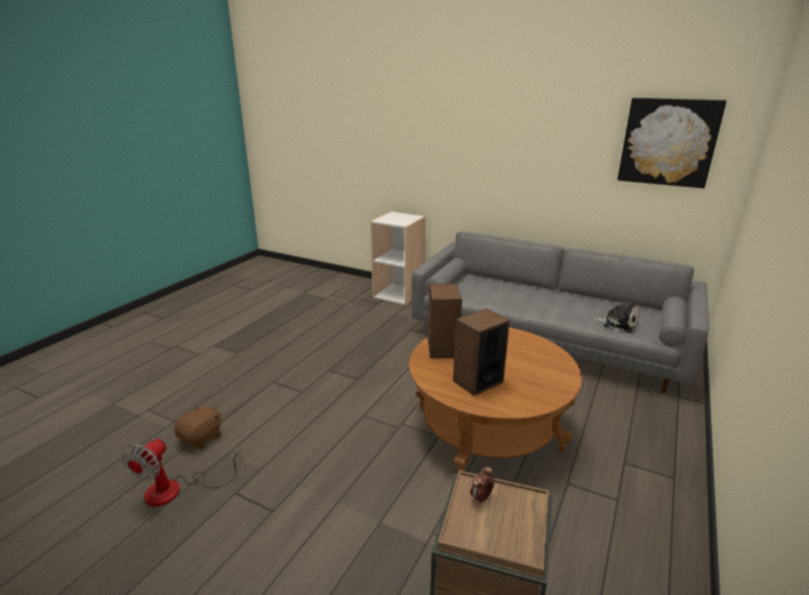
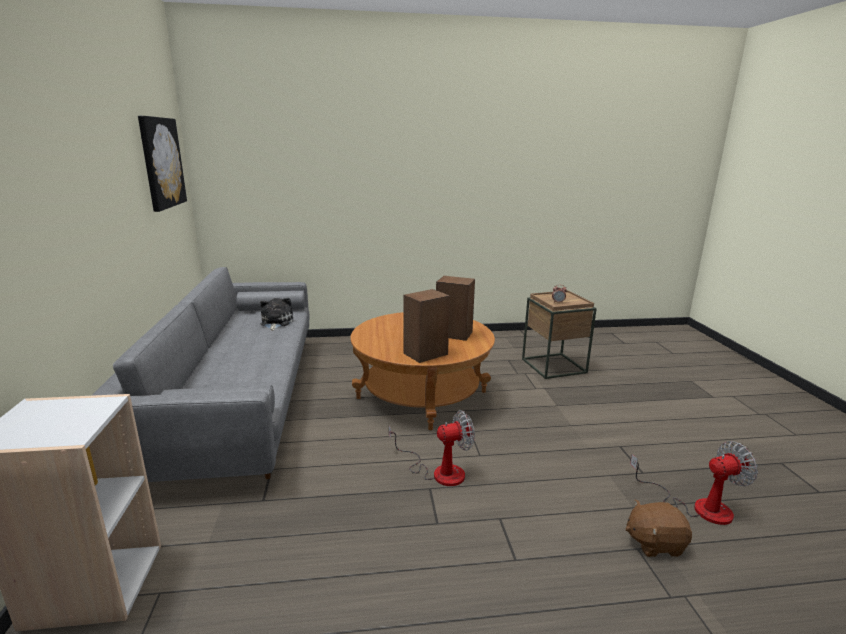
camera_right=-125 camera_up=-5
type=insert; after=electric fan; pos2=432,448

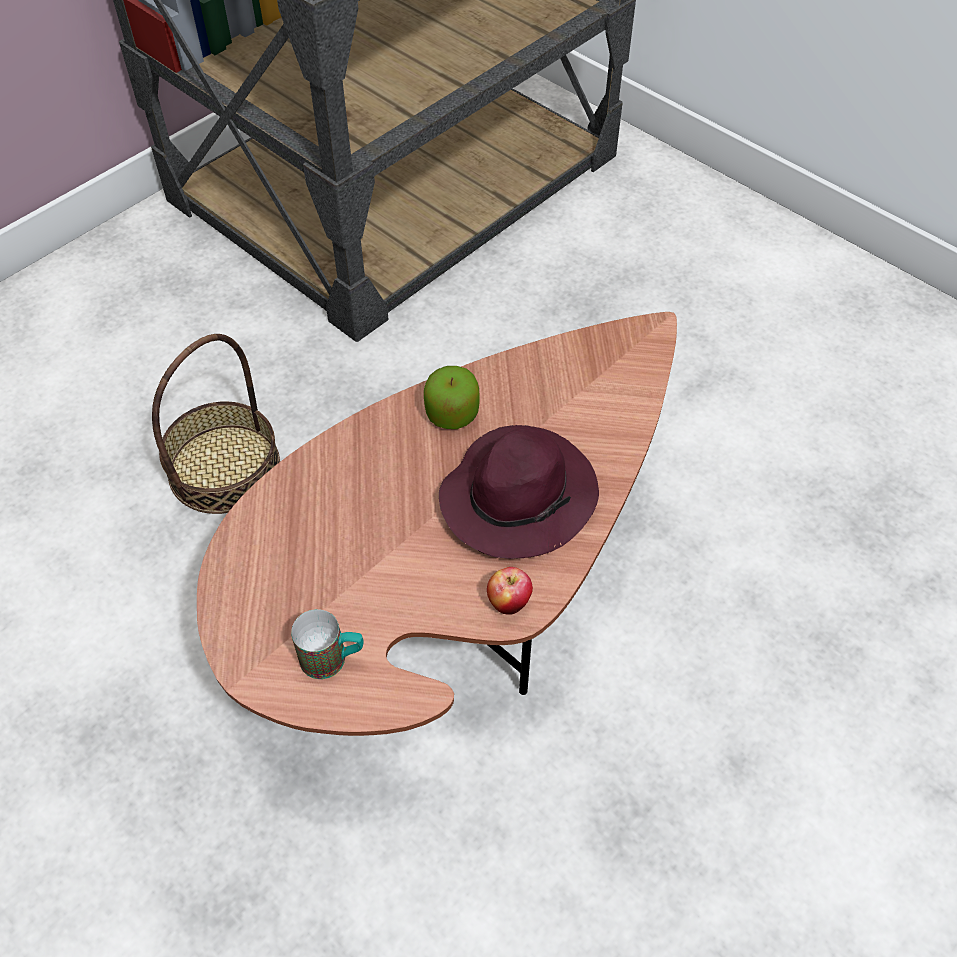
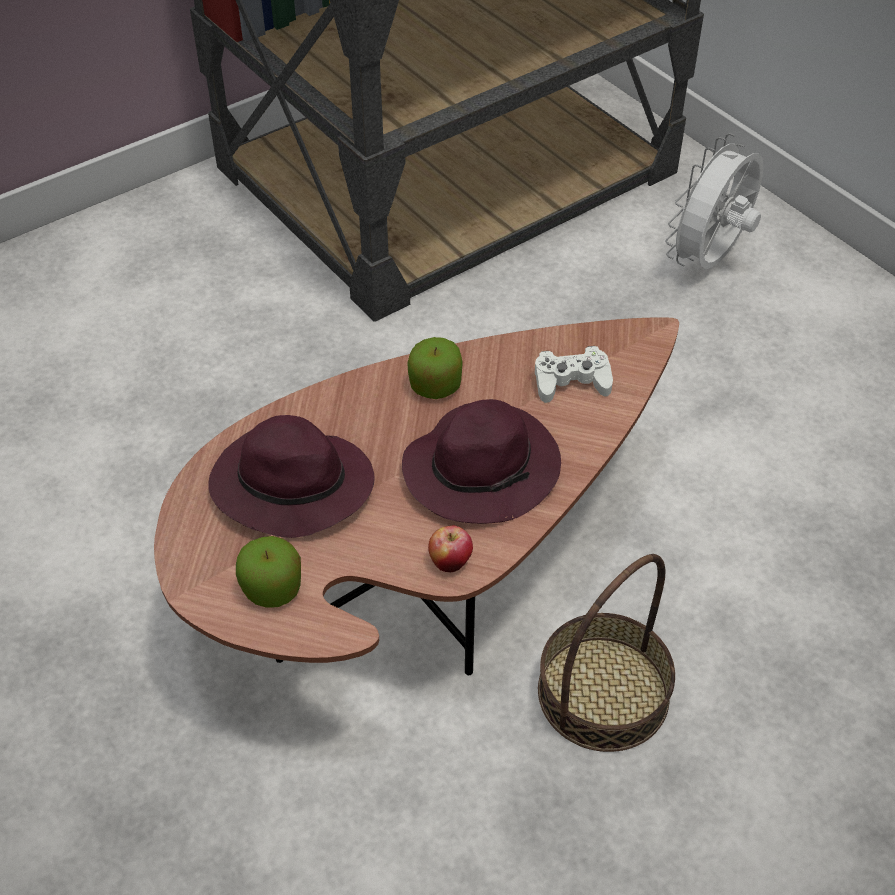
camera_right=10 camera_up=-5
type=insert; after=hat in purple-coloured; pos2=291,476
type=insert; after=joypad in white; pos2=574,374
type=insert; after=electric fan in white; pos2=714,201
type=move; before=household basket; pos1=216,424; pos2=606,653
type=replace; before=tea mug; after=apple; pos1=327,644; pos2=268,572

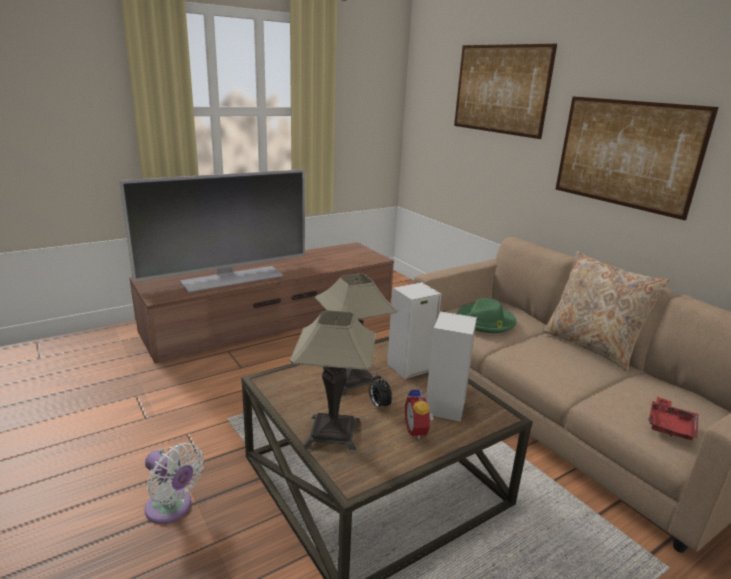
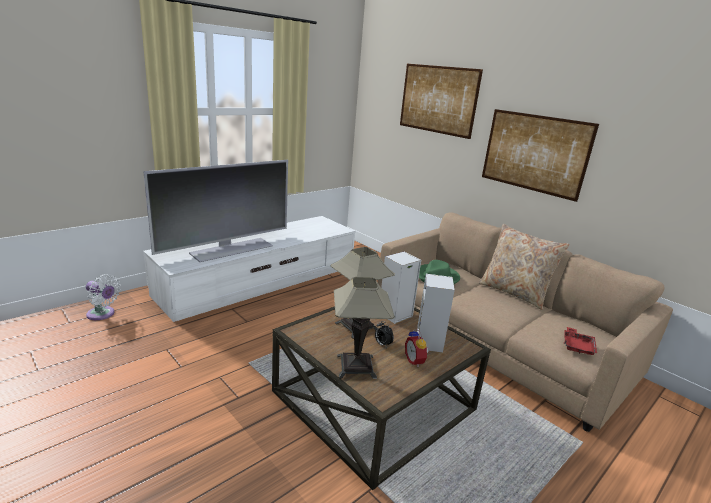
camera_right=-10 camera_up=0
type=move; before=electric fan in white; pos1=174,483; pos2=103,297
type=recolor; before=media console in brownish; after=media console in white; pos1=261,302; pos2=249,269

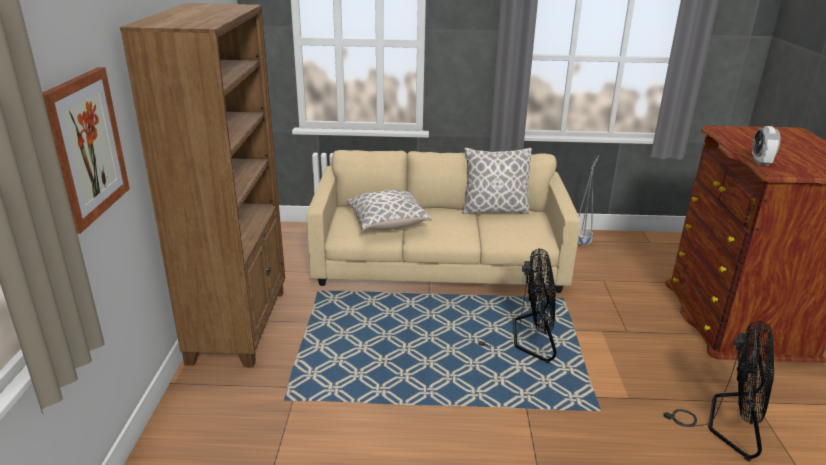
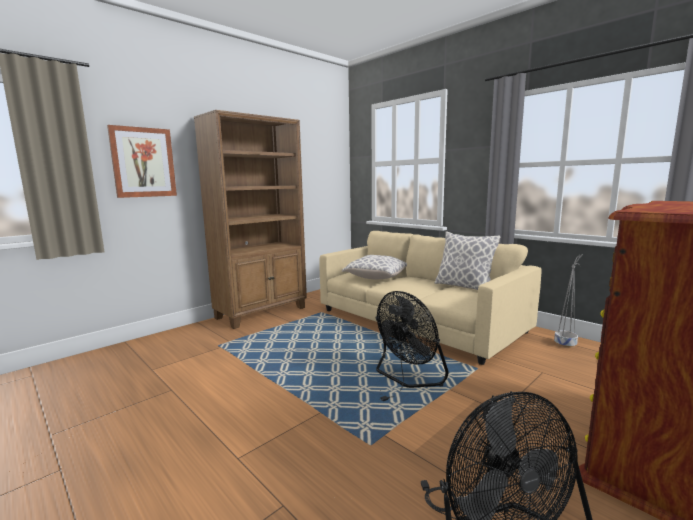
camera_right=45 camera_up=-15
type=delete; before=table clock; pos1=766,146
type=rotate; before=electric fan in black; pos1=516,306; pos2=411,346; turn=-90

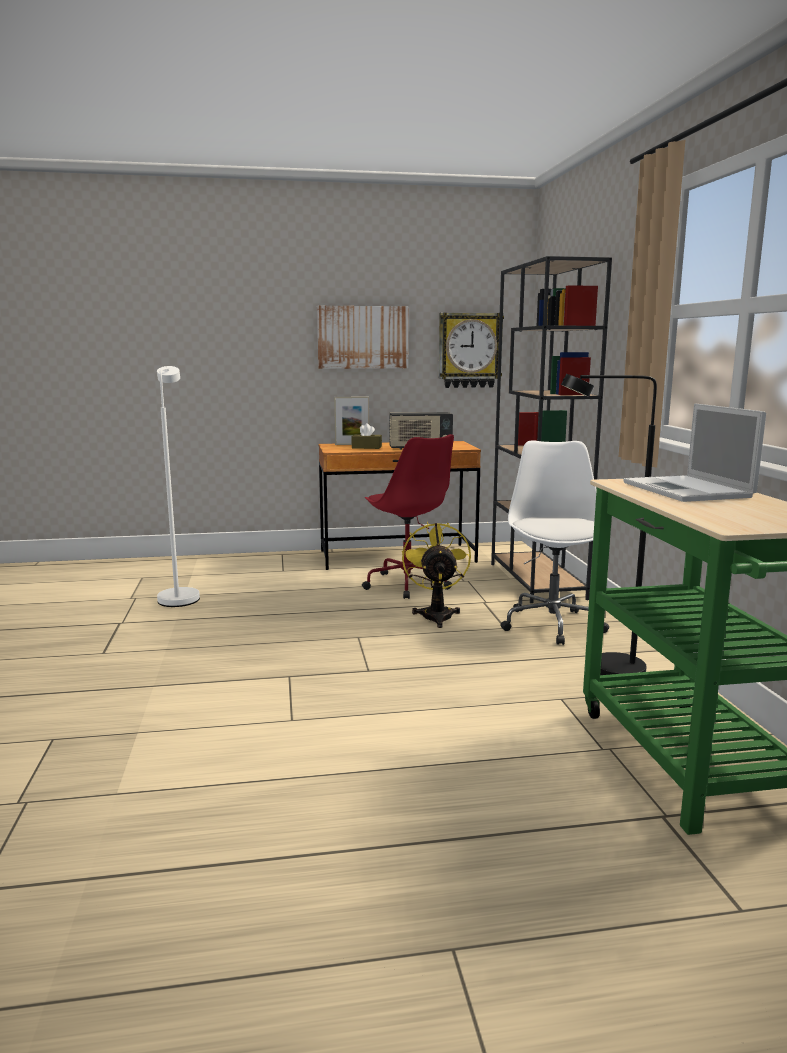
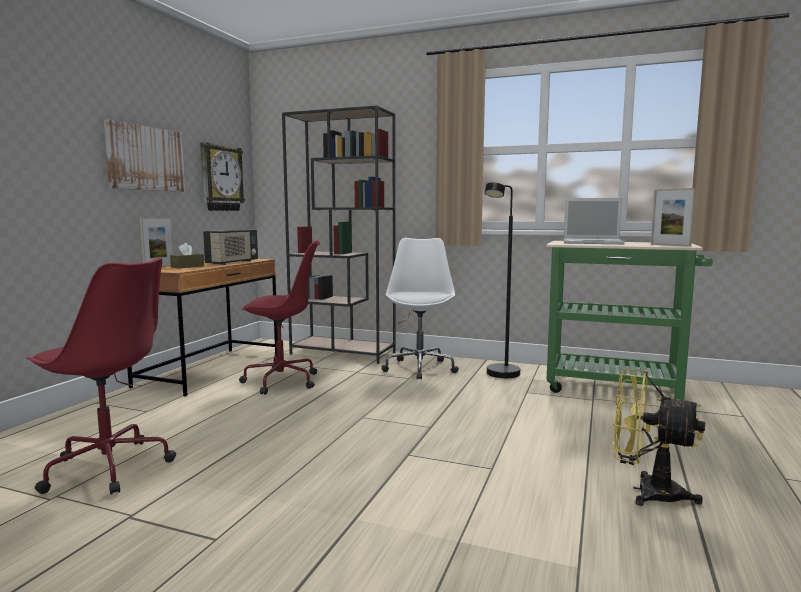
camera_right=-60 camera_up=-5
type=insert; after=picture frame; pos2=673,217
type=move; before=electric fan in yellow; pos1=436,575; pos2=658,437
type=replace; before=floor lamp in white; after=office chair in red; pos1=178,486; pos2=101,376
type=rotate; before=office chair in white; pos1=554,542; pos2=420,309; turn=60

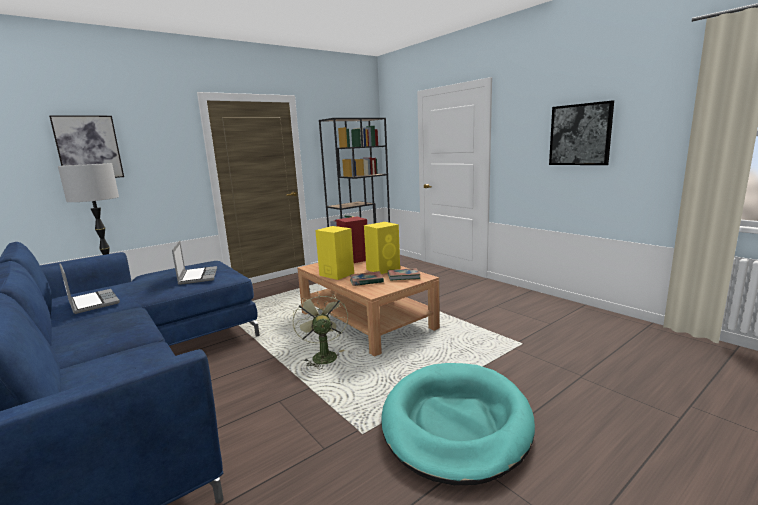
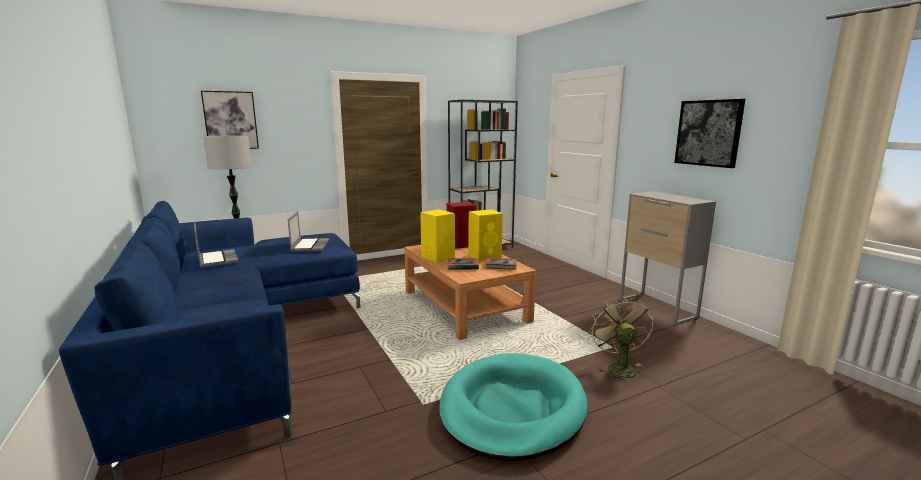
camera_right=10 camera_up=0
type=insert; after=cupboard in gray; pos2=668,258
type=move; before=electric fan in green; pos1=320,330; pos2=622,339

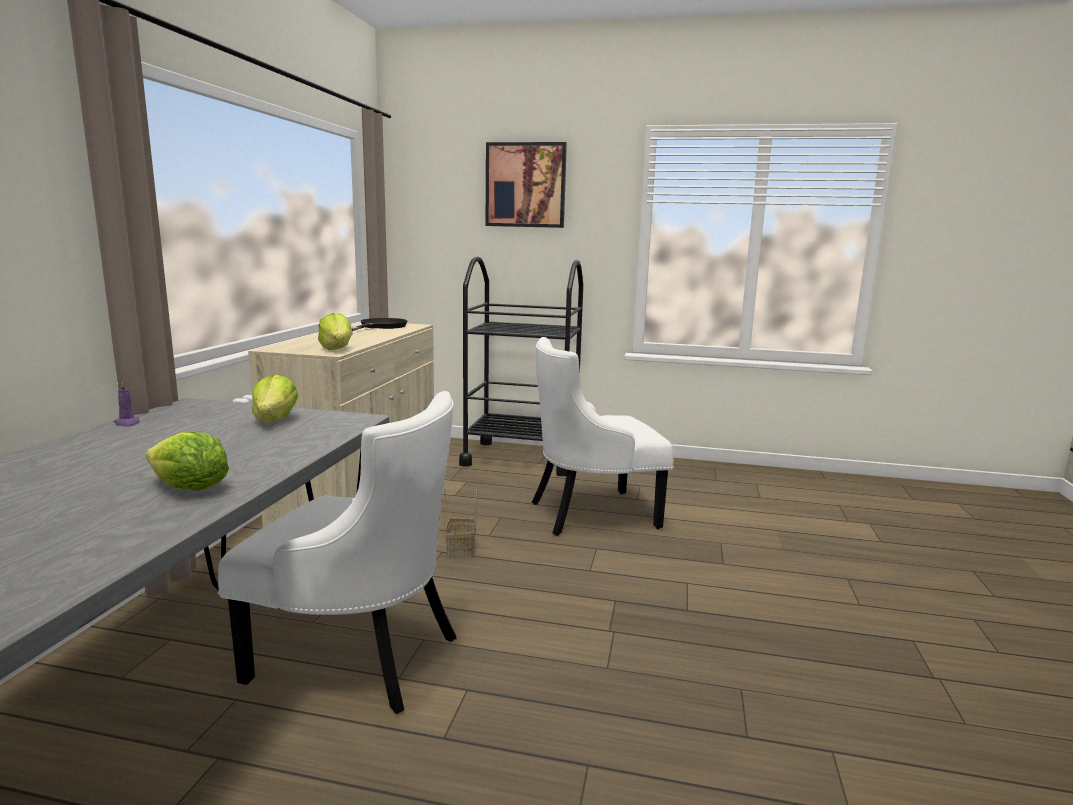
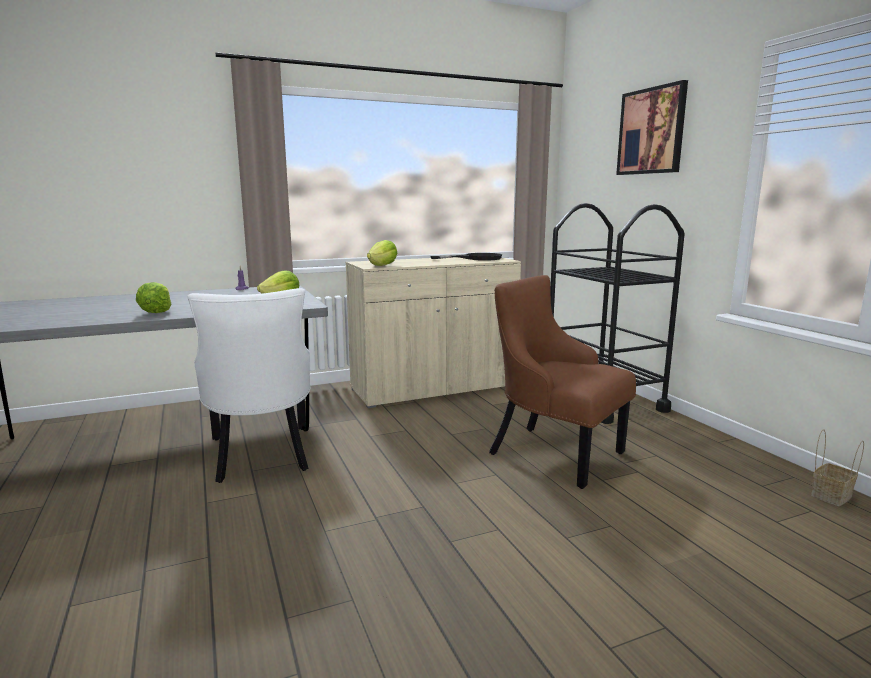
camera_right=55 camera_up=0
type=move; before=household basket; pos1=460,522; pos2=837,467
type=recolor; before=upright chair in white; after=upright chair in brownish; pos1=602,436; pos2=562,382

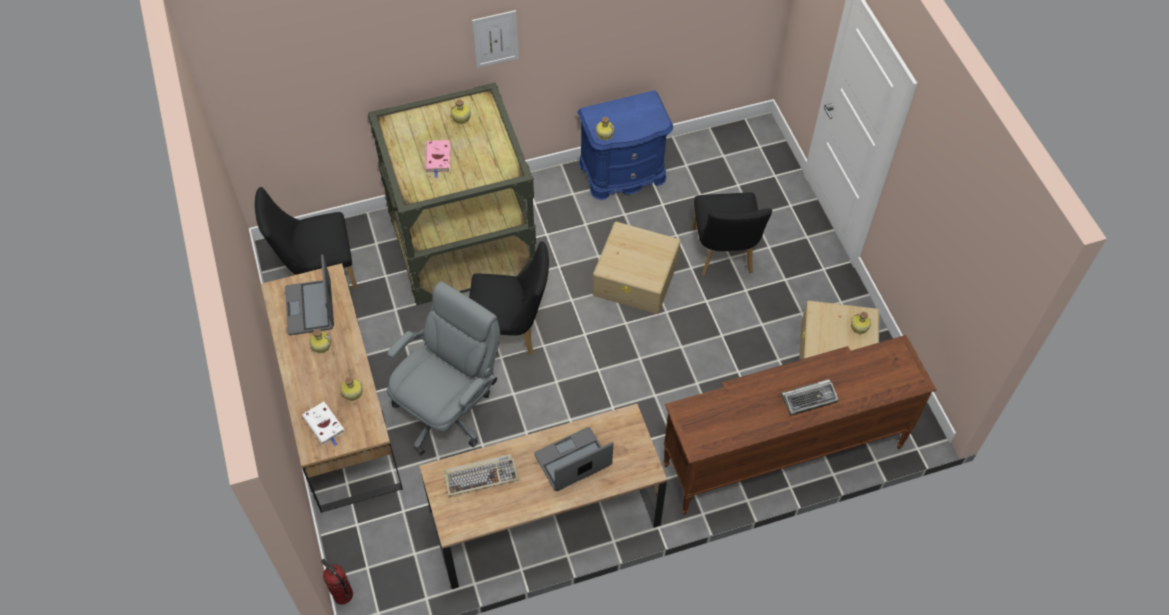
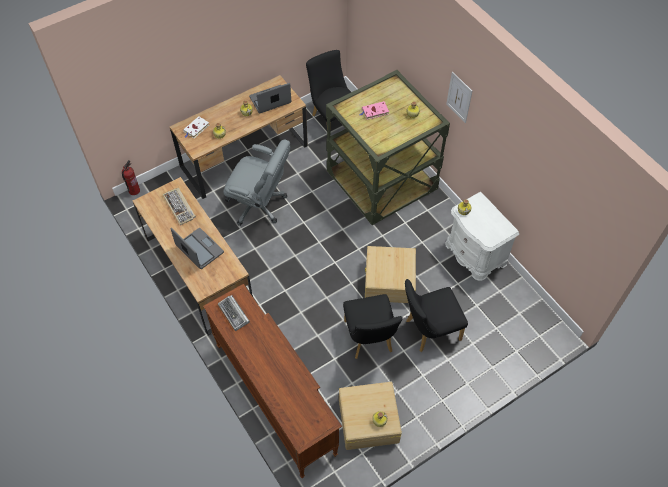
camera_right=75 camera_up=0
type=move; before=upright chair in black; pos1=509,298; pos2=373,326
type=move; before=computer keyboard; pos1=810,397; pos2=234,313
type=recolor; before=night table in bluish; after=night table in white; pos1=625,145; pos2=482,236

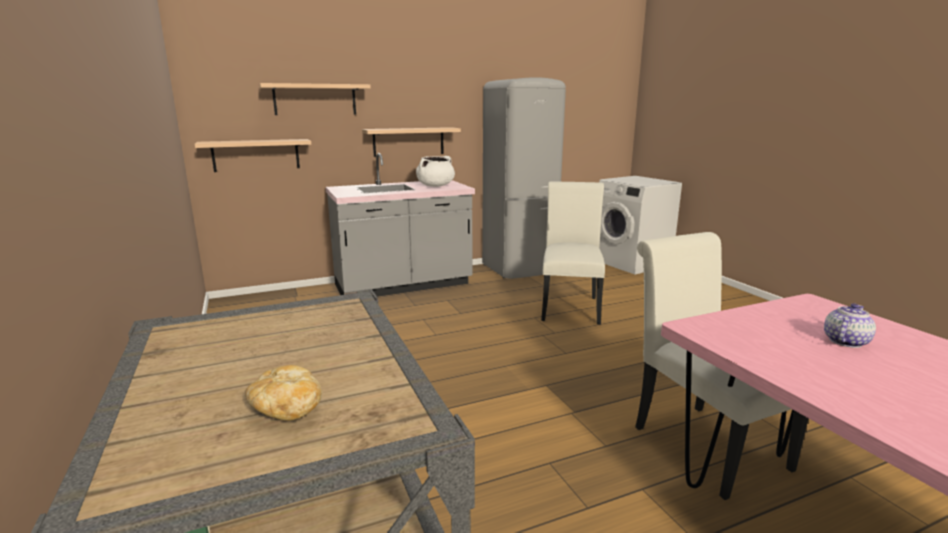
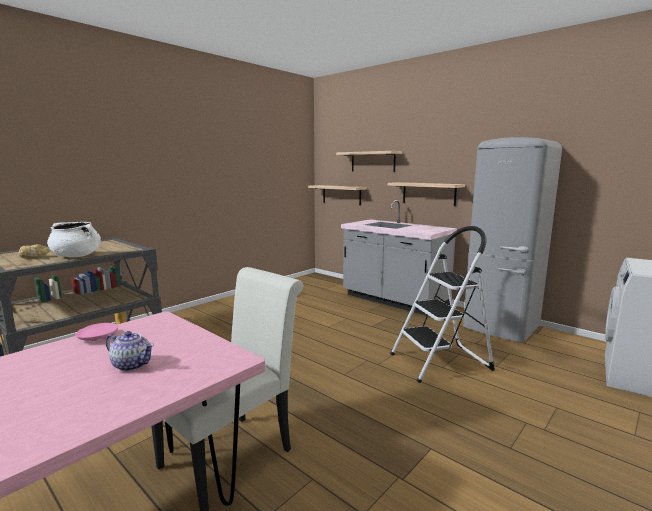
camera_right=65 camera_up=-5
type=insert; after=dinner plate in pink-coloured; pos2=96,332
type=move; before=stockpot in white; pos1=435,171; pos2=74,239
type=replace; before=upright chair in white; after=stepladder; pos1=573,253; pos2=442,304

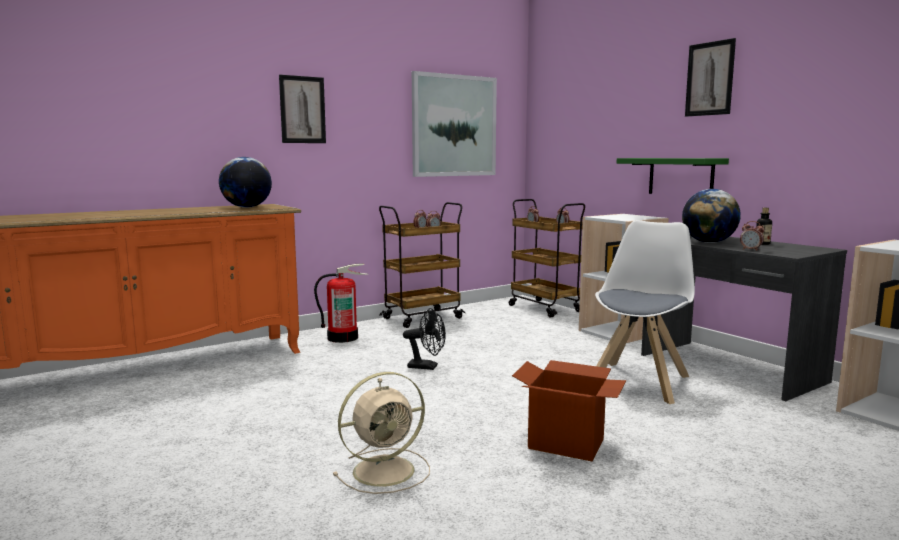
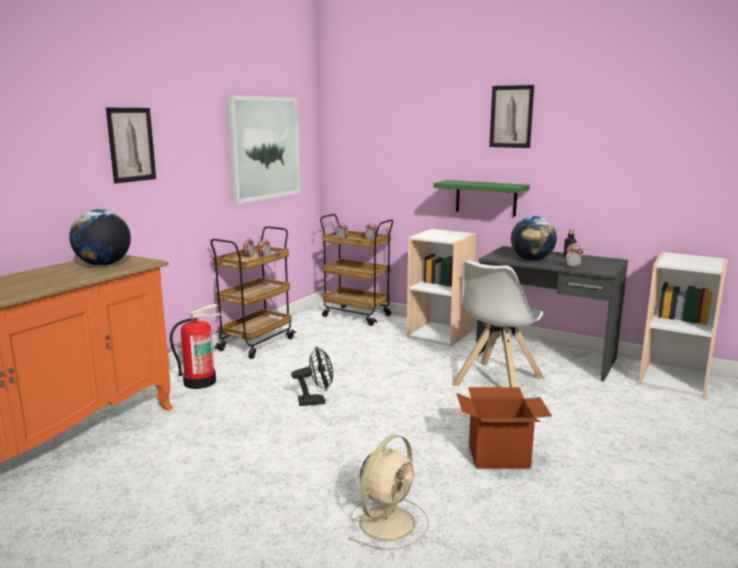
camera_right=-25 camera_up=5
type=rotate; before=upright chair; pos1=645,312; pos2=498,323; turn=-150

